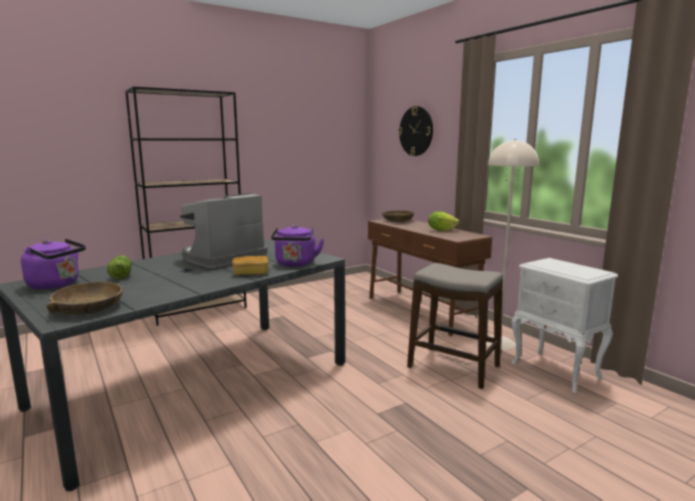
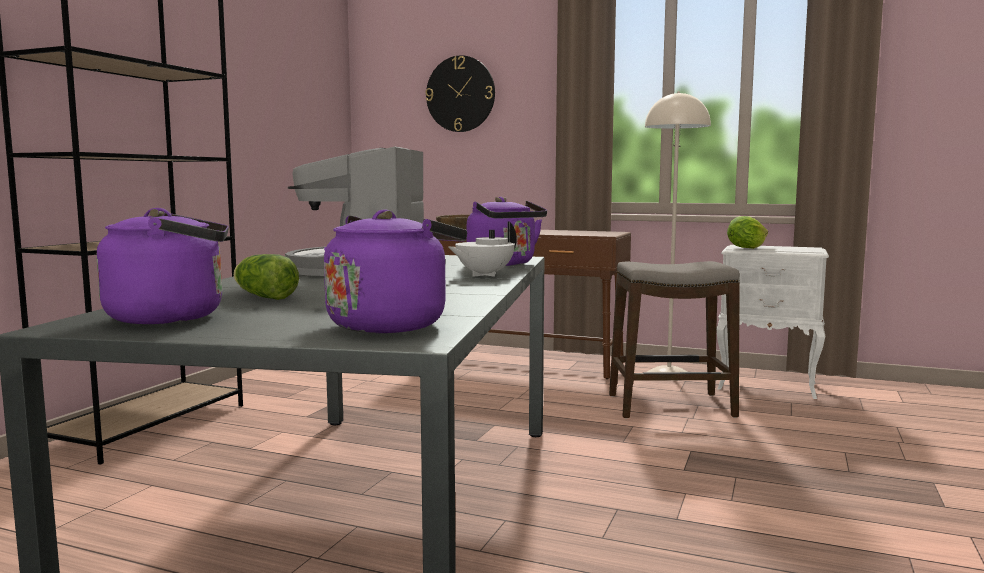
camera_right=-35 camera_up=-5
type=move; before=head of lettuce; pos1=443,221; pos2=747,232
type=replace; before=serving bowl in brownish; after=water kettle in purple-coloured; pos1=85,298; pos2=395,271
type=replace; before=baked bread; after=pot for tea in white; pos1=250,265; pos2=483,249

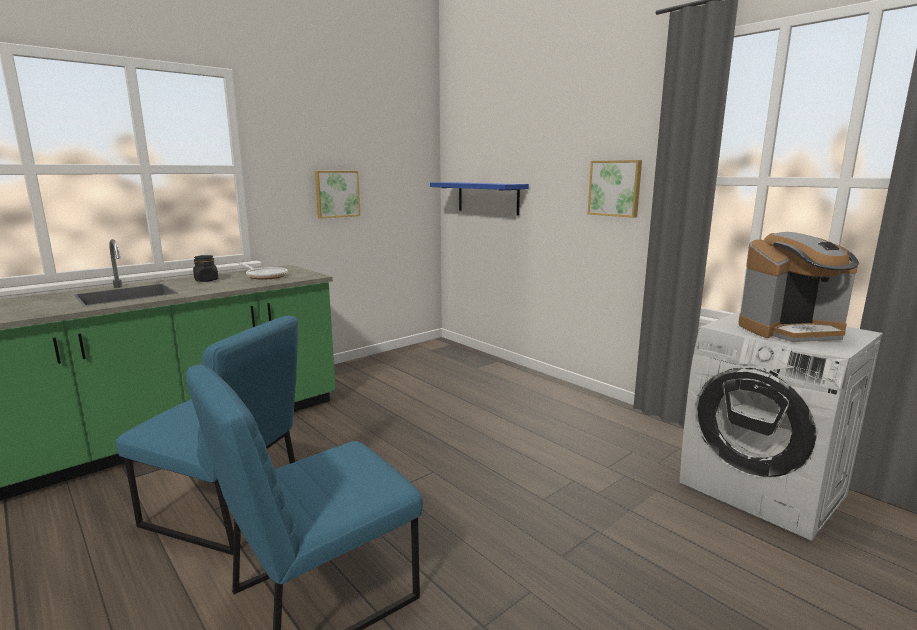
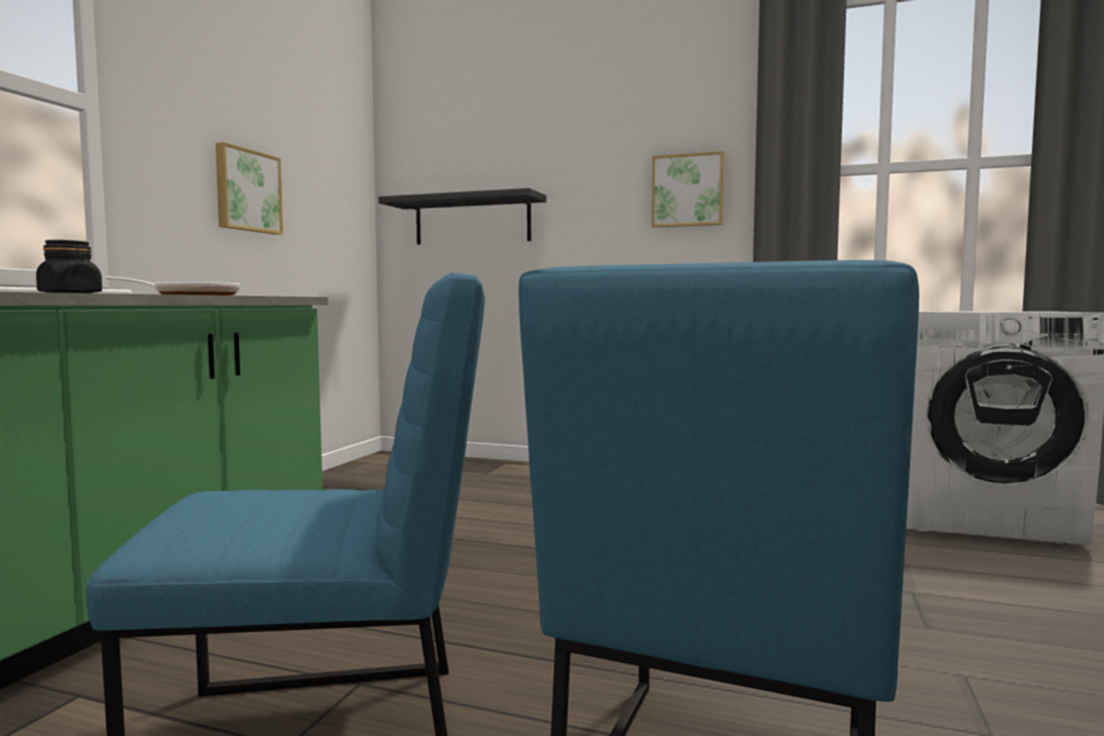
camera_right=-30 camera_up=-10
type=delete; before=coffee machine; pos1=798,287
type=recolor; before=bracket shelf in bluish; after=bracket shelf in black; pos1=479,199; pos2=462,216

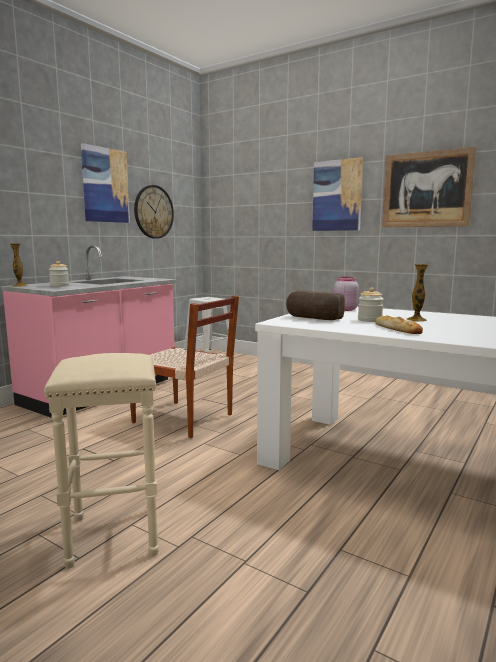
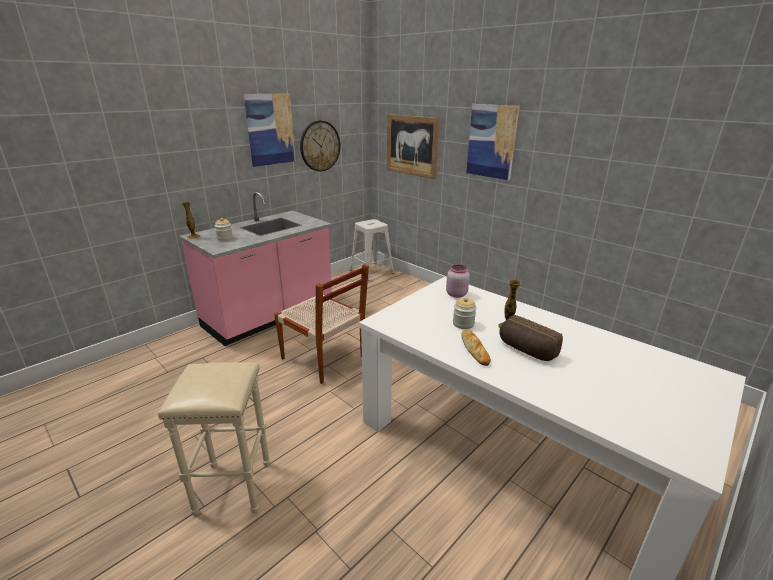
camera_right=10 camera_up=15
type=move; before=baked bread; pos1=315,305; pos2=531,338
type=move; before=wall picture; pos1=429,187; pos2=413,146

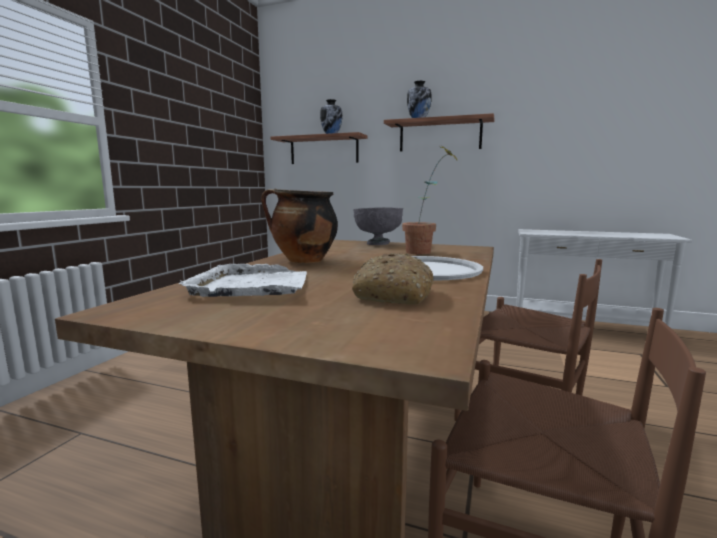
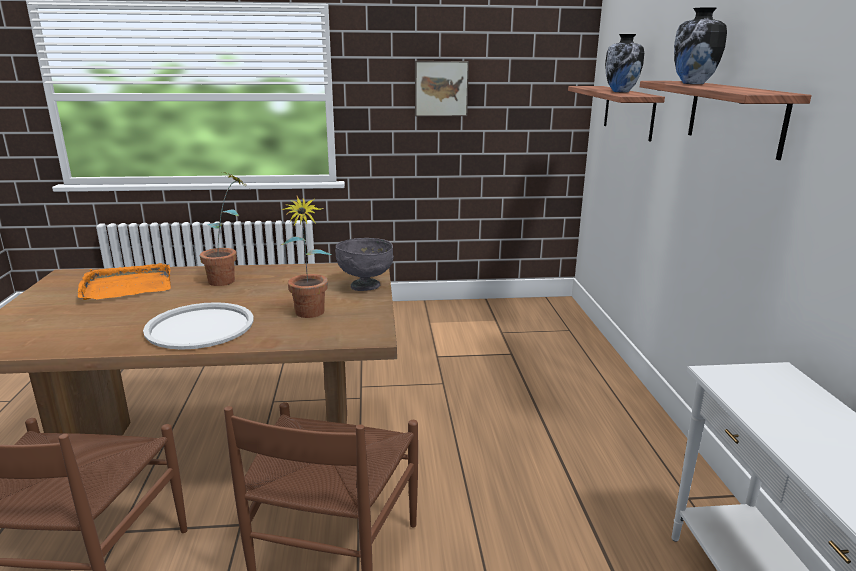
camera_right=65 camera_up=10
type=delete; before=baked bread; pos1=392,279
type=insert; after=wall picture; pos2=442,88
type=replace; before=stockpot; after=plant in a pot; pos1=299,225; pos2=224,229
type=recolor; before=serving tray in white; after=serving tray in orange-coloured; pos1=243,280; pos2=124,281

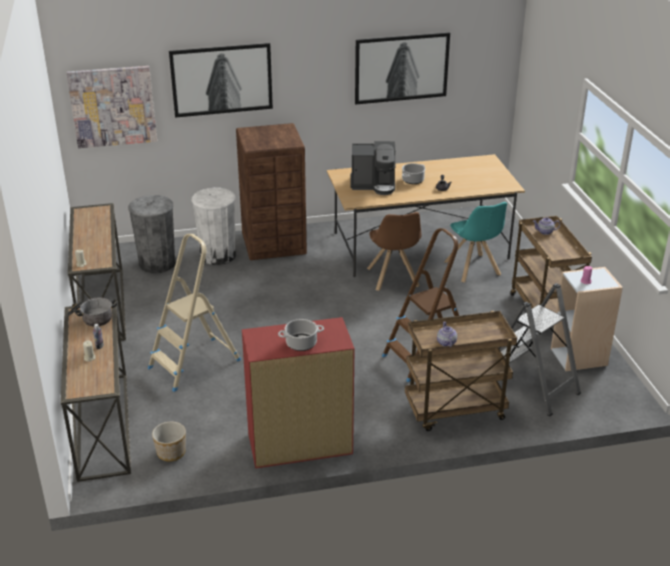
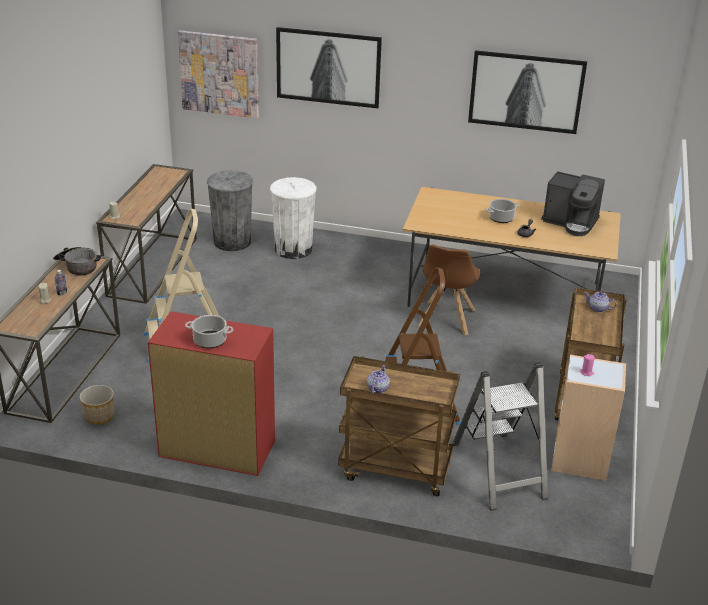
camera_right=25 camera_up=0
type=delete; before=drawer chest in brownish; pos1=271,191
type=delete; before=upright chair in turquoise-coloured; pos1=475,242
type=move; before=coffee machine; pos1=373,168; pos2=573,203

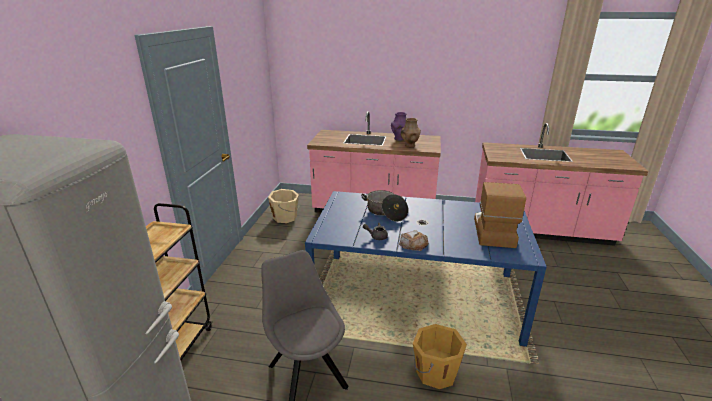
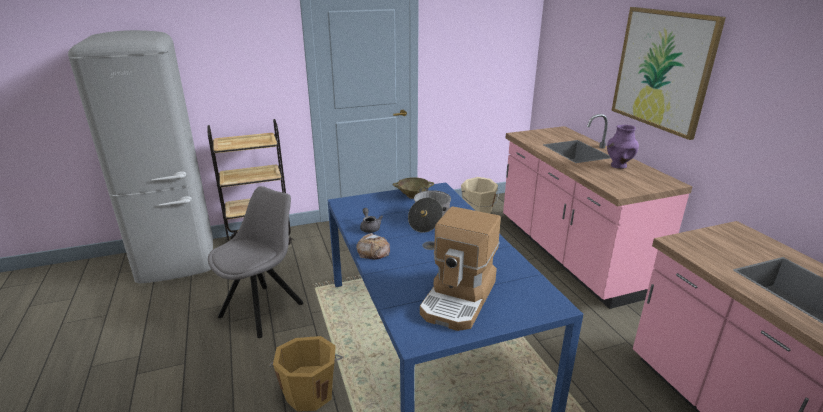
camera_right=60 camera_up=0
type=delete; before=flower vase in brownish; pos1=411,133
type=insert; after=serving bowl in beige-coloured; pos2=413,188
type=insert; after=wall picture; pos2=668,73
type=rotate; before=coffee machine; pos1=500,215; pos2=460,268; turn=135

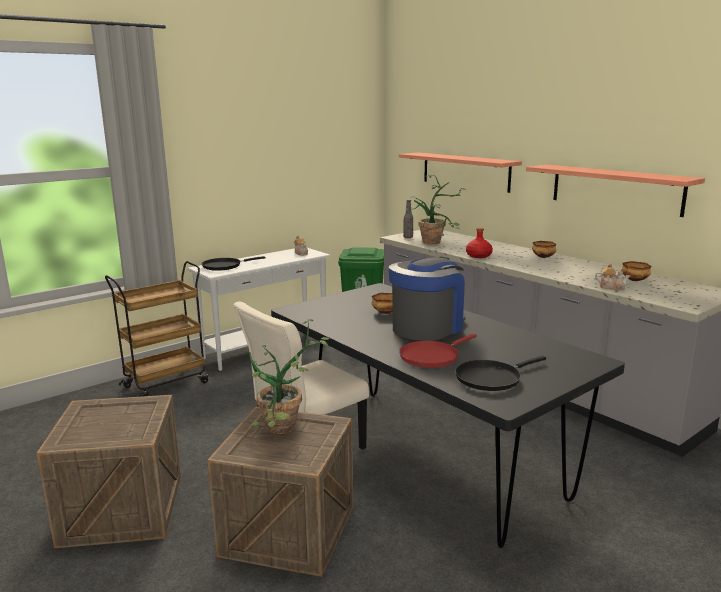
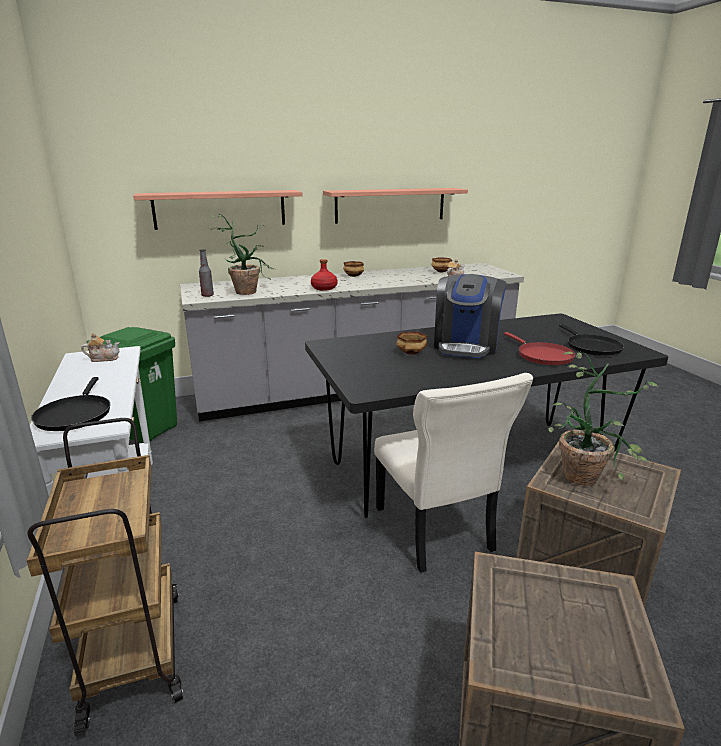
camera_right=-70 camera_up=5
type=rotate; before=coffee machine; pos1=427,299; pos2=470,316; turn=-135

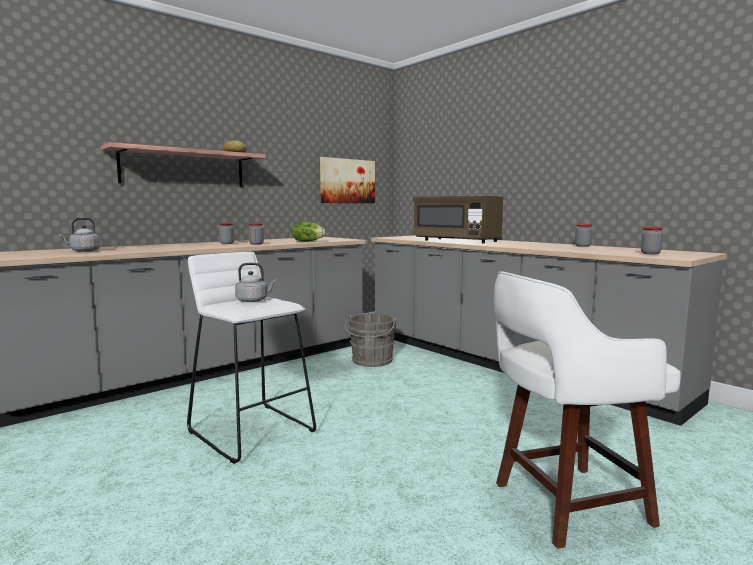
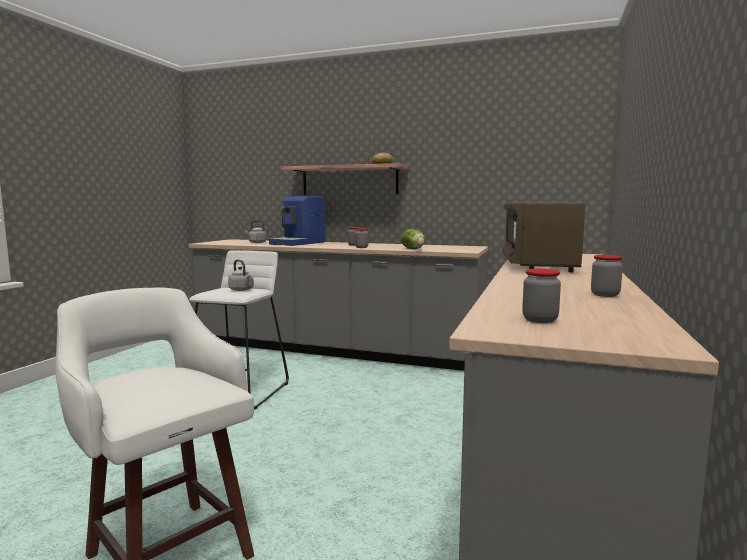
camera_right=60 camera_up=0
type=delete; before=wall picture; pos1=347,180
type=delete; before=bucket in gray; pos1=370,340
type=insert; after=coffee machine; pos2=297,221

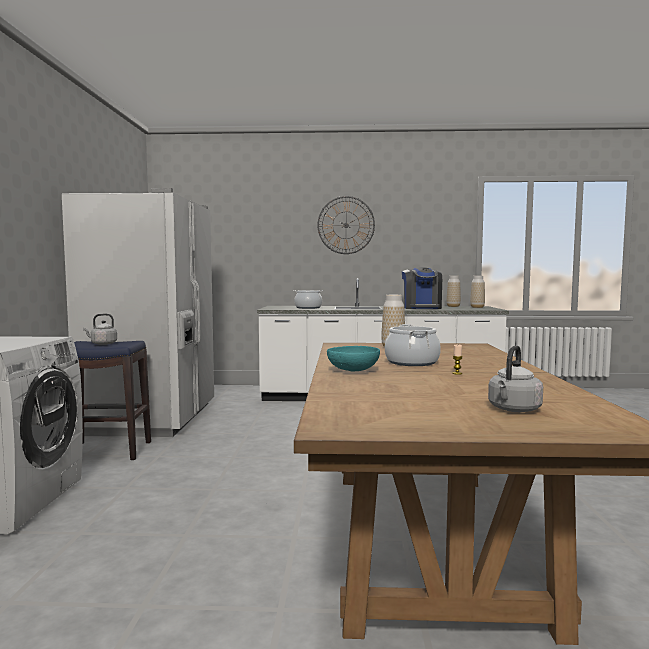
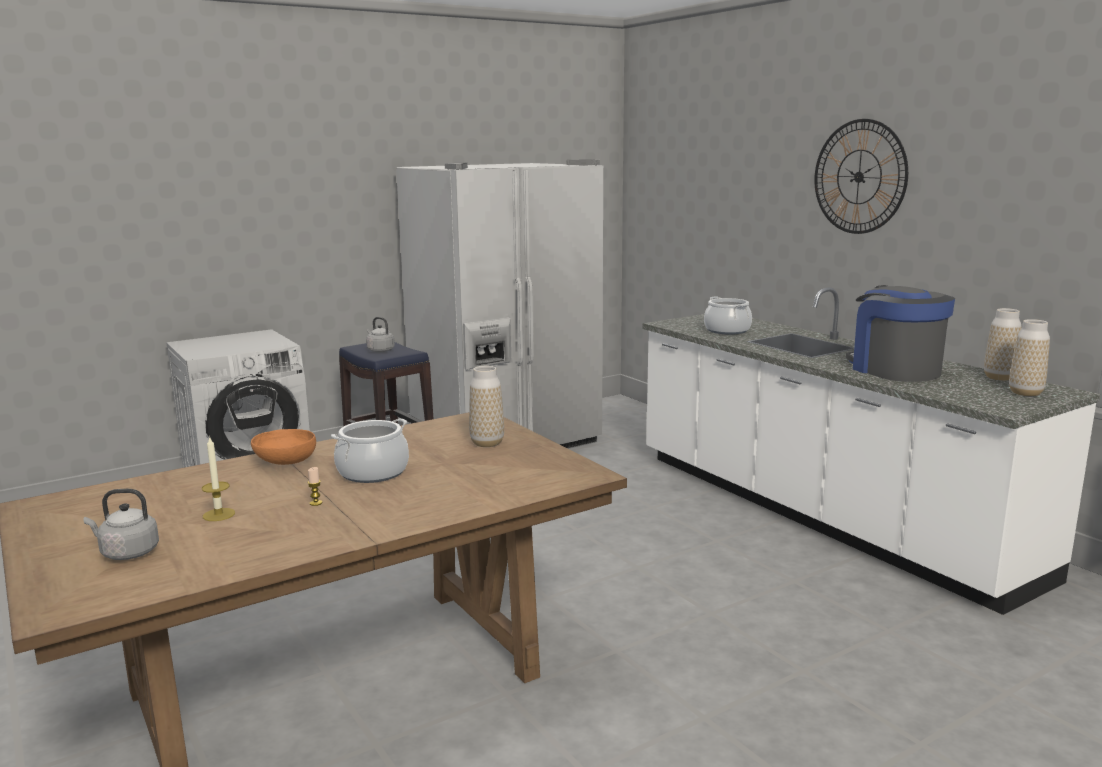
camera_right=55 camera_up=10
type=insert; after=wax candle; pos2=218,478
type=recolor; before=serving bowl in turquoise-coloured; after=serving bowl in orange-coloured; pos1=353,358; pos2=283,447
type=rotate; before=coffee machine; pos1=422,288; pos2=900,333; turn=105

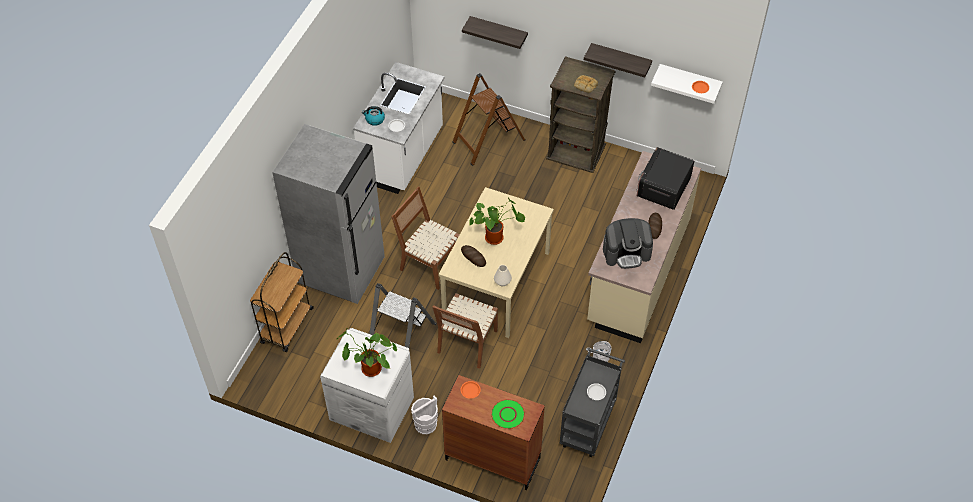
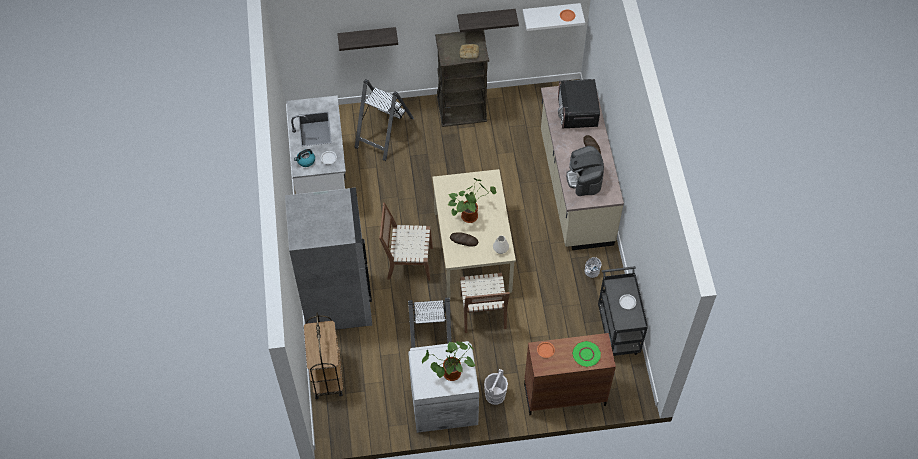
camera_right=-30 camera_up=5
type=recolor; before=stepladder in brownish; after=stepladder in gray; pos1=488,119; pos2=384,120
type=rotate; before=coffee machine; pos1=628,243; pos2=585,171; turn=120

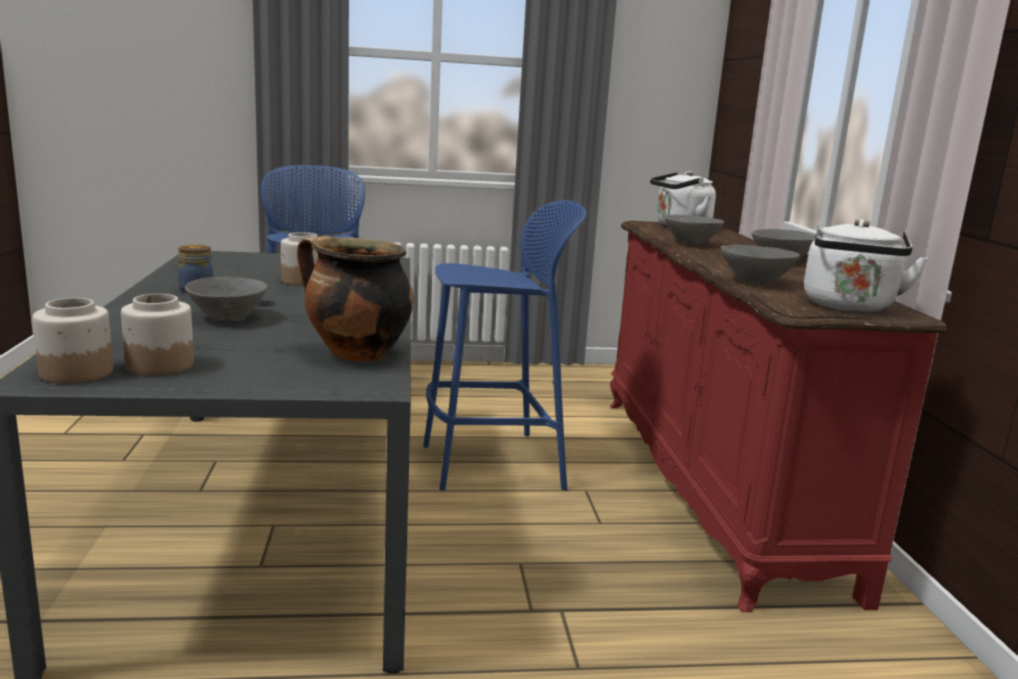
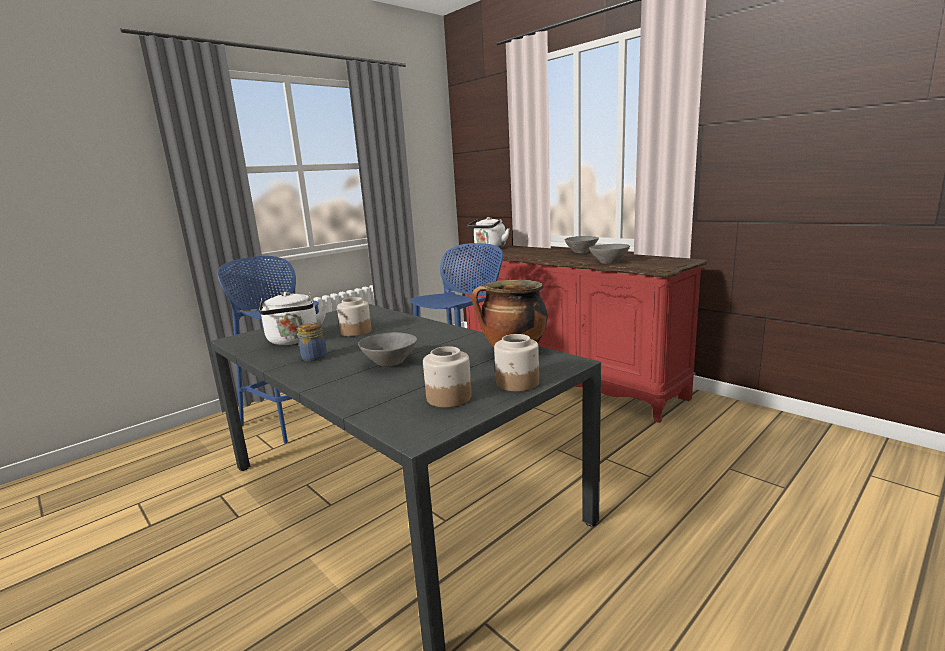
camera_right=-35 camera_up=0
type=delete; before=serving bowl in gray; pos1=694,230
type=move; before=preserve jar; pos1=72,341; pos2=516,362
type=move; before=water kettle in white; pos1=866,265; pos2=293,318

